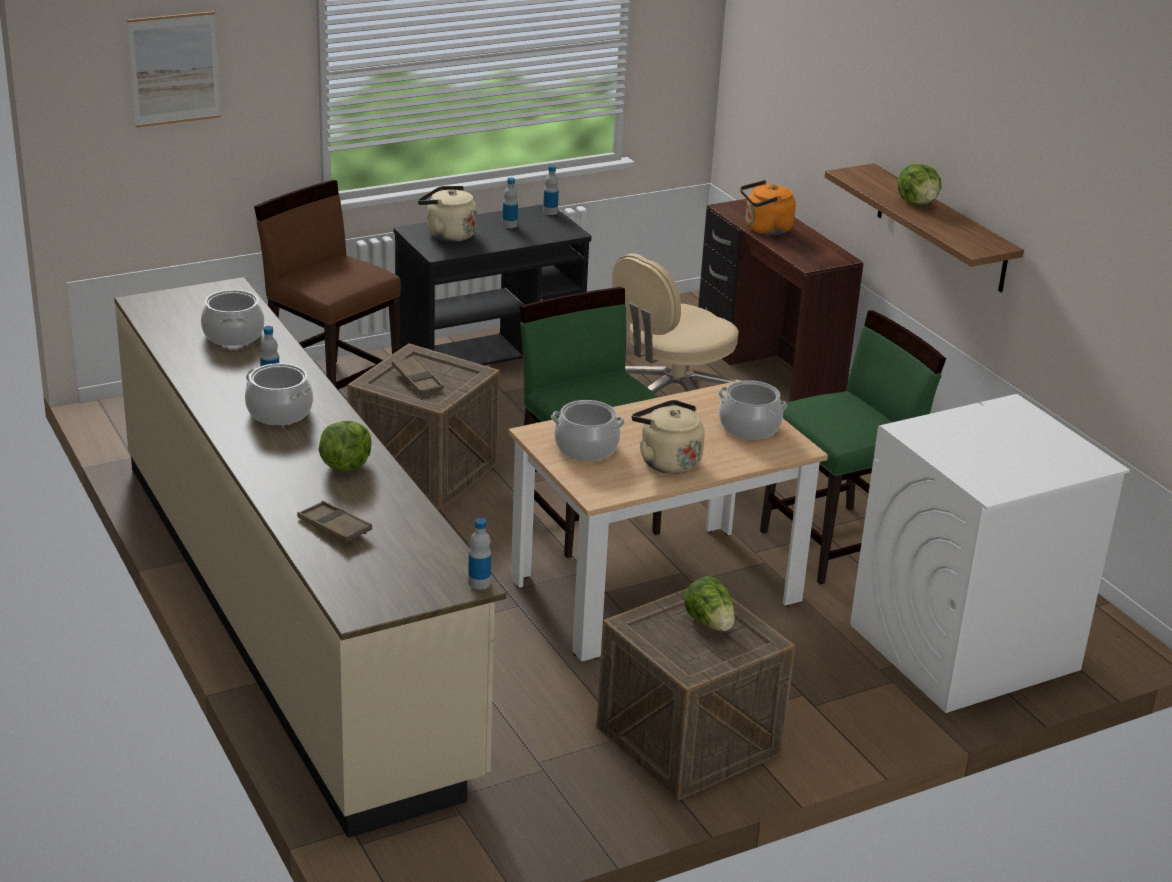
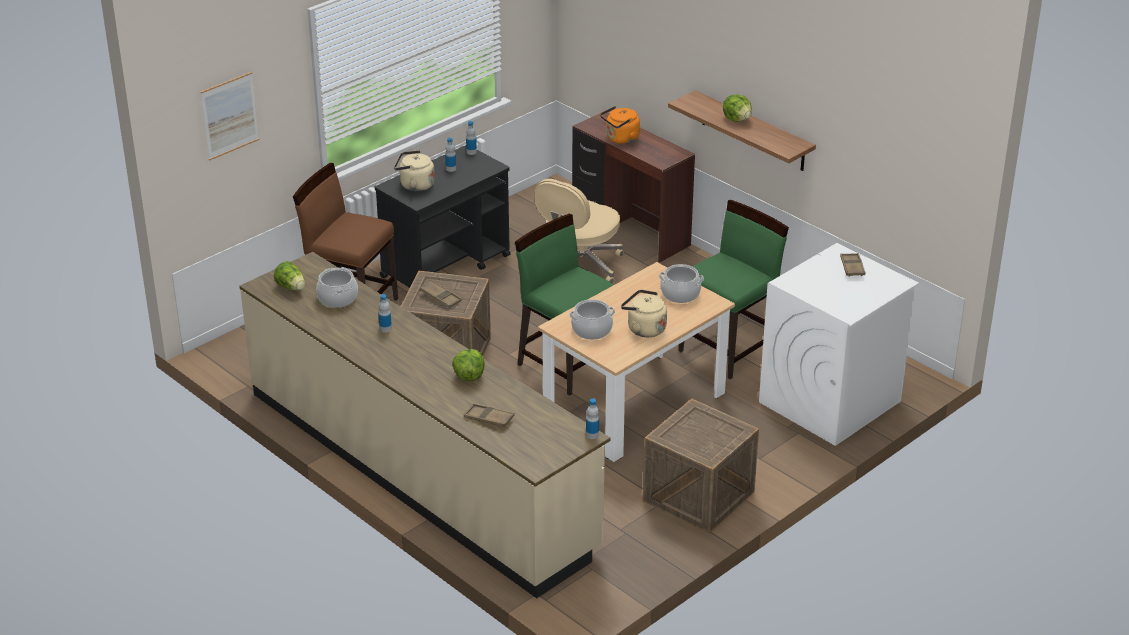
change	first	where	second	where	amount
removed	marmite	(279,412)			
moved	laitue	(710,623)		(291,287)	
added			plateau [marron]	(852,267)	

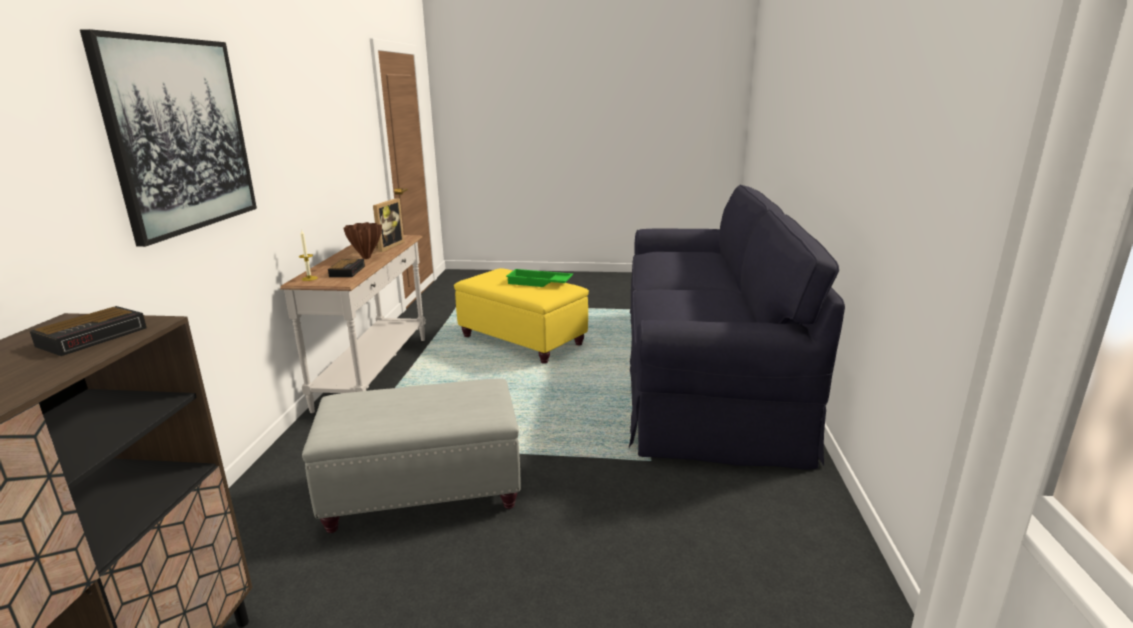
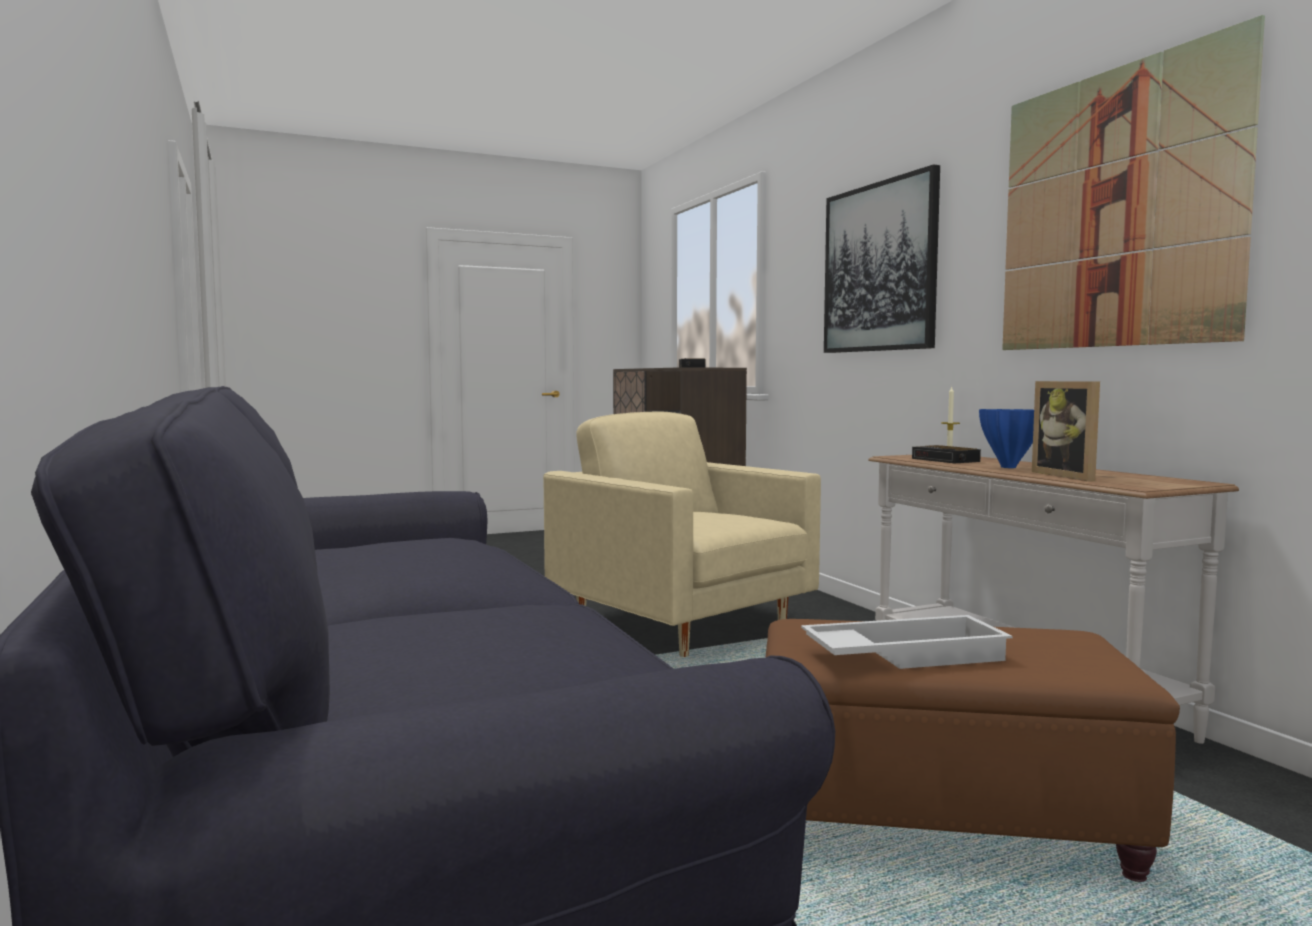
change	first	where	second	where	amount
recoloured	vase [marron]	(366,257)	vase [bleu]	(1009,467)	
recoloured	pouf [jaune]	(521,340)	pouf [marron]	(943,821)	
recoloured	plateau [vert]	(539,283)	plateau [blanc]	(904,654)	
replaced	pouf [gris]	(422,491)	fauteuil [beige]	(683,625)	
added			tableau	(1114,208)	

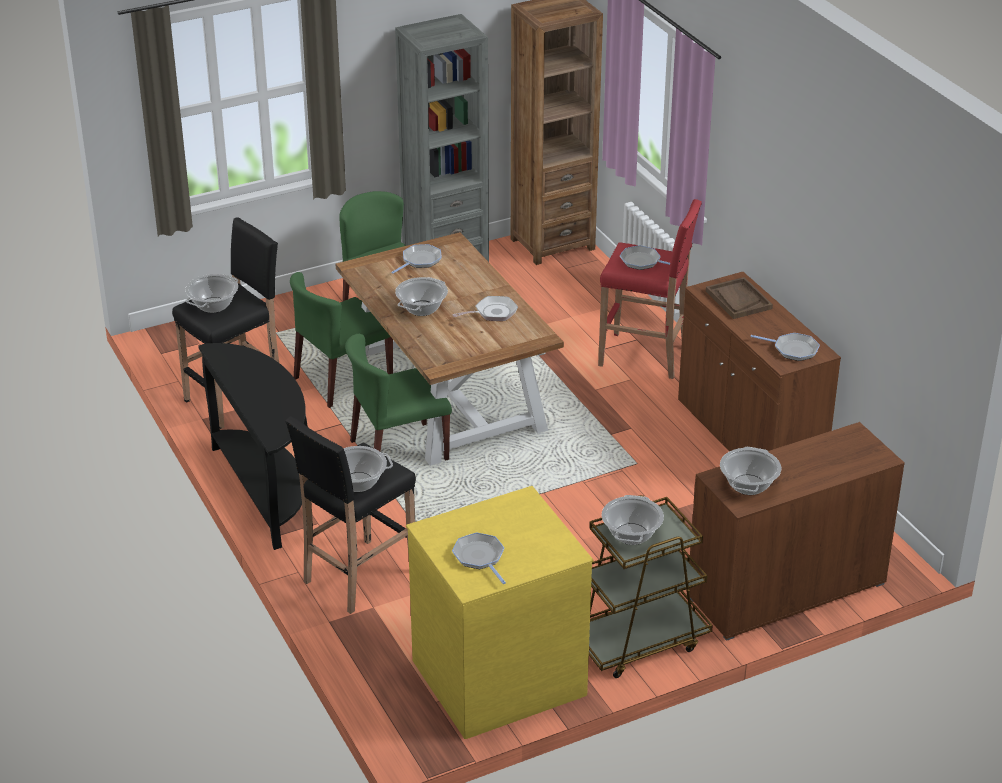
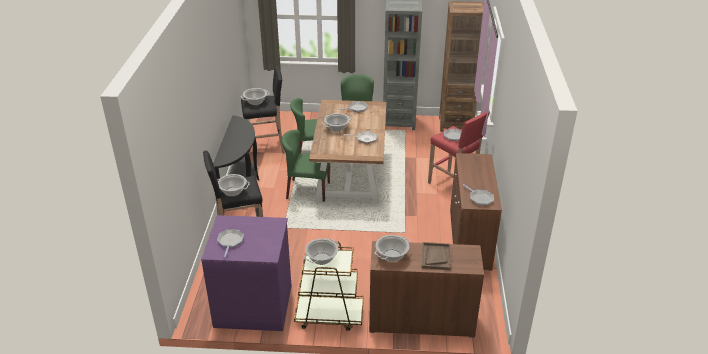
change	first	where	second	where	amount
moved	plateau [marron]	(738,300)		(436,257)	
recoloured	commode [jaune]	(497,676)	commode [violet]	(253,305)	

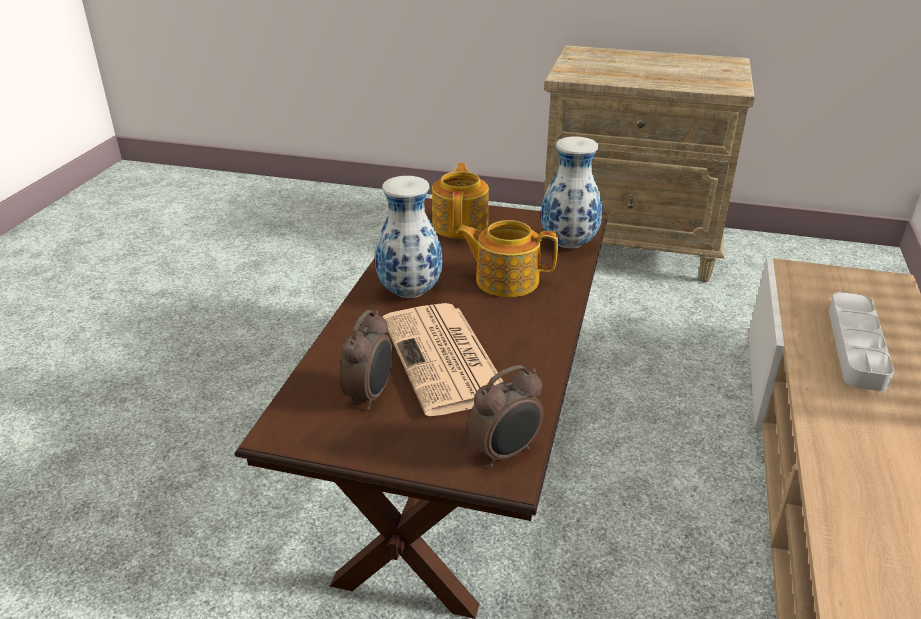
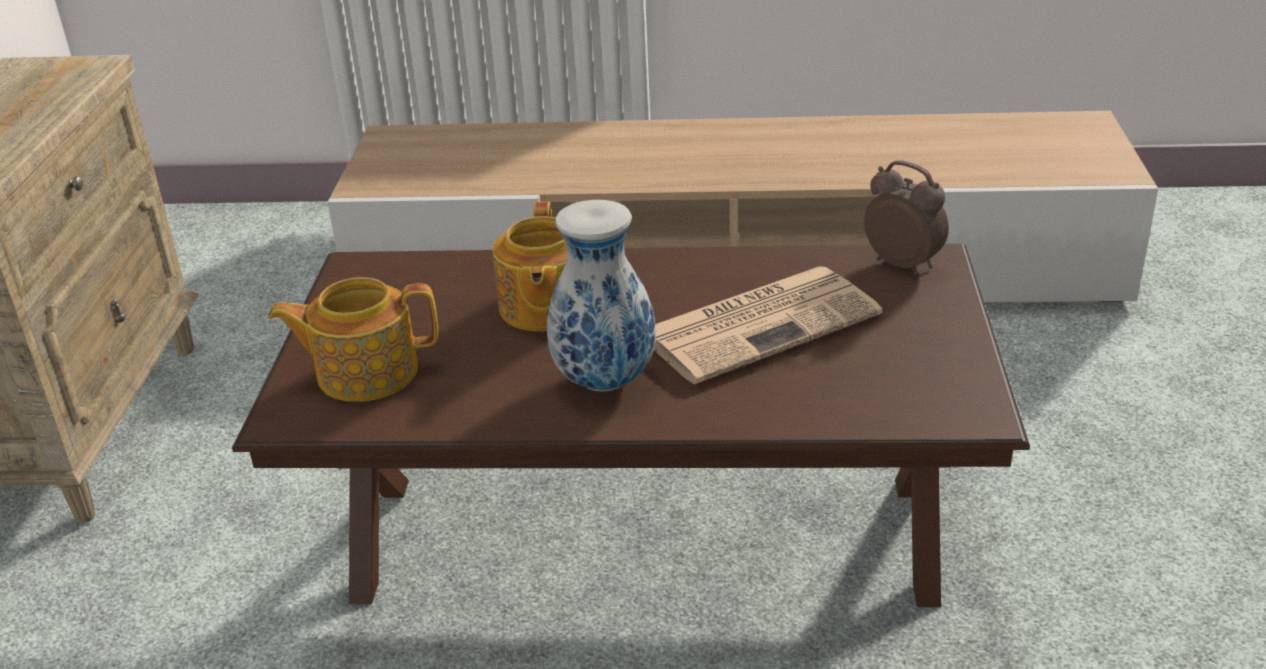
change	first	where	second	where	amount
removed	vase	(570,244)			
removed	plateau [gris]	(856,346)			
removed	réveil	(370,395)			

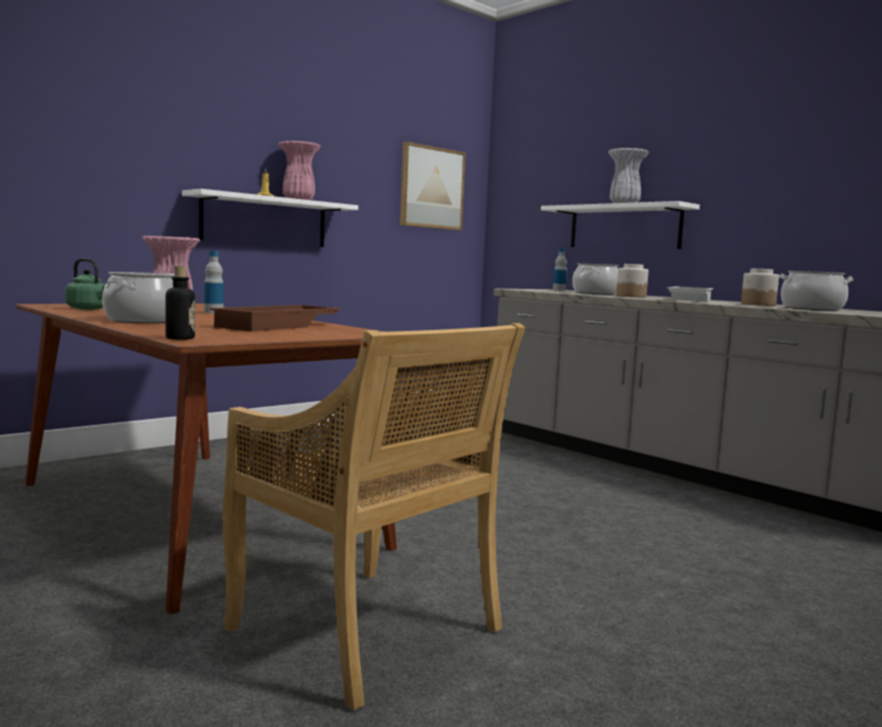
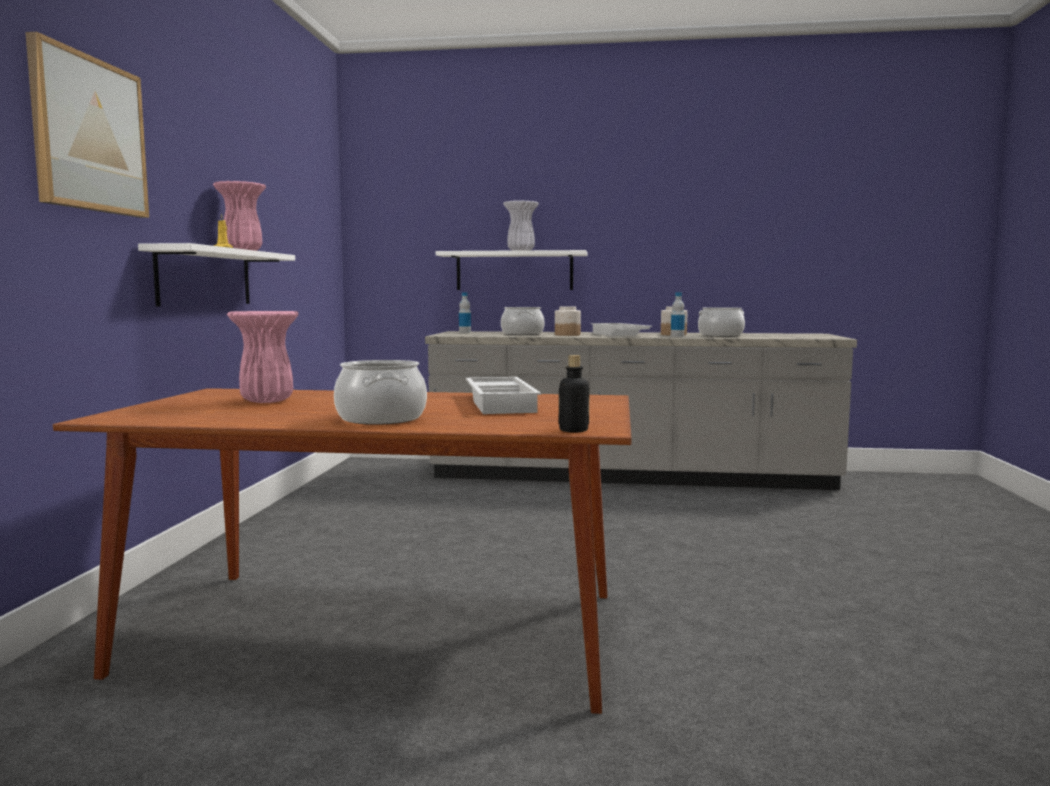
change	first	where	second	where	amount
moved	tableau	(431,188)		(88,135)	
moved	bouteille	(213,312)		(677,336)	
removed	bouilloire [vert]	(90,309)			
recoloured	plateau [marron]	(279,326)	plateau [blanc]	(502,403)	
removed	chaise [beige]	(368,632)			

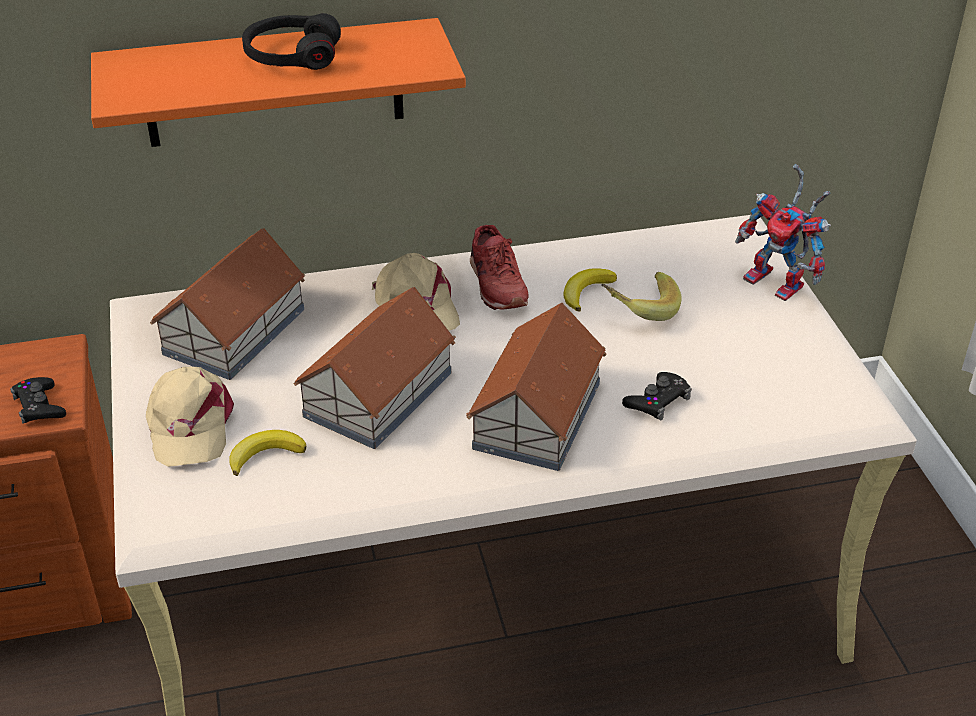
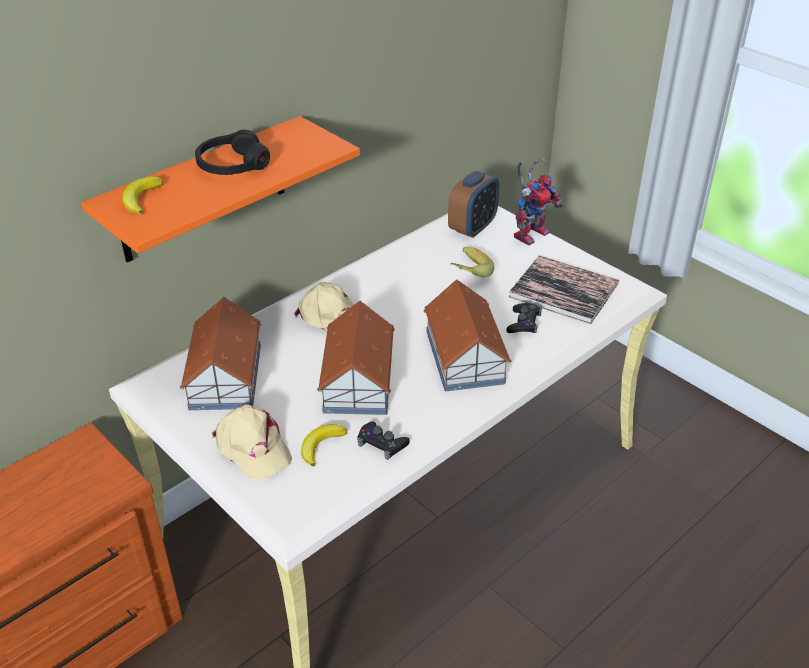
change	first	where	second	where	amount
turned	robot jouet	(780,284)		(531,232)	60 degrees counterclockwise
removed	chaussure [rouge]	(496,284)			
moved	banane	(586,291)		(141,198)	
moved	manette [noir]	(39,406)		(382,444)	
added			réveil	(472,227)	
added			livre	(563,290)	

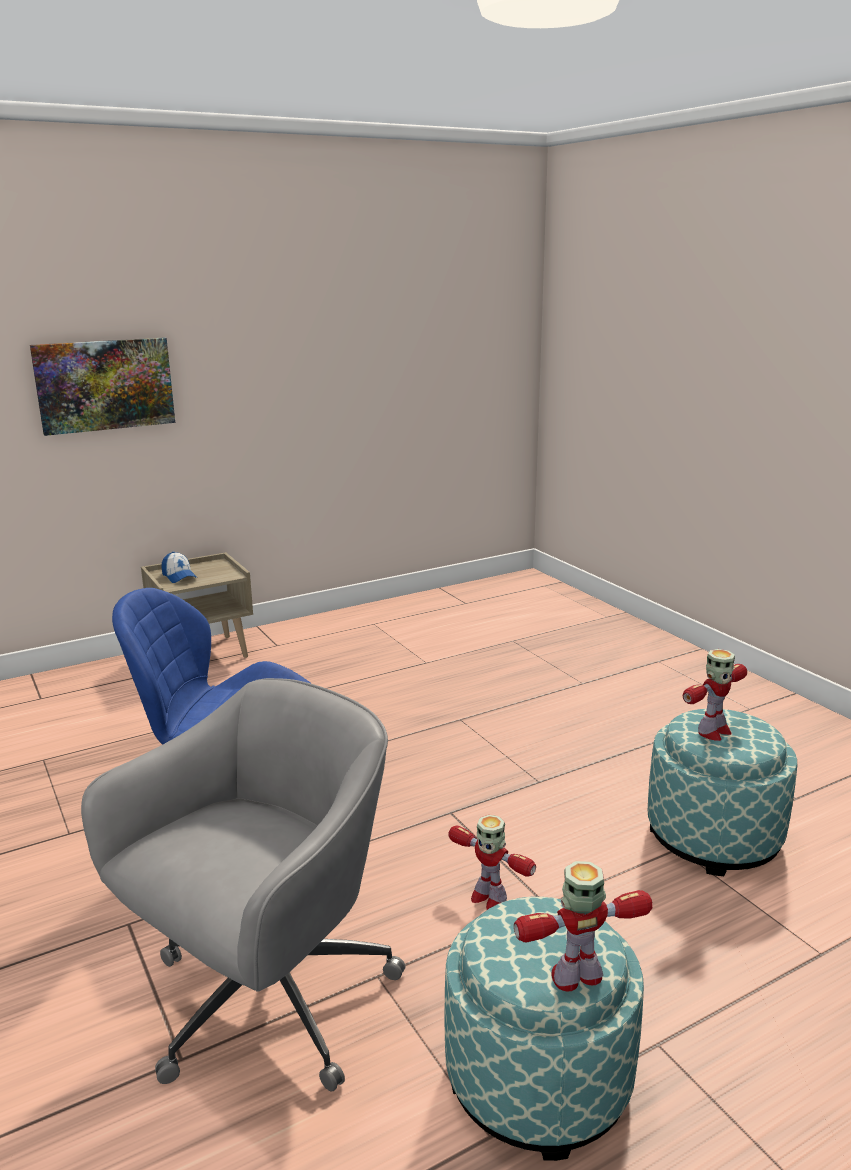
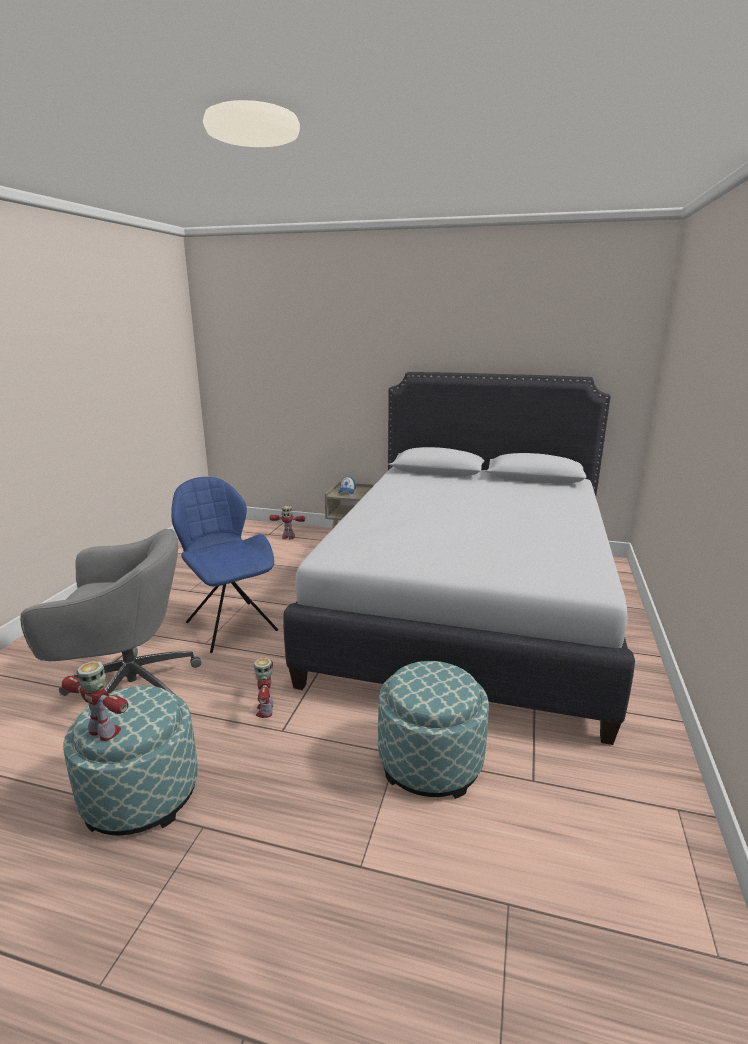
change	first	where	second	where	amount
removed	tableau	(105,385)			
moved	robot jouet	(713,732)		(288,537)	
added			lit [blanc]	(467,607)	

